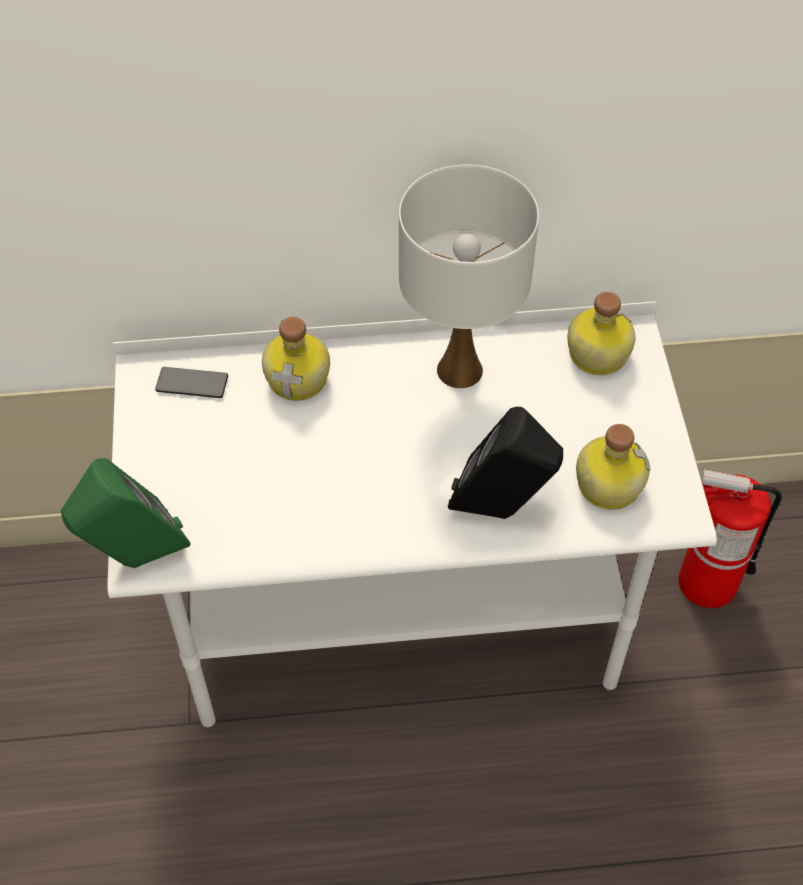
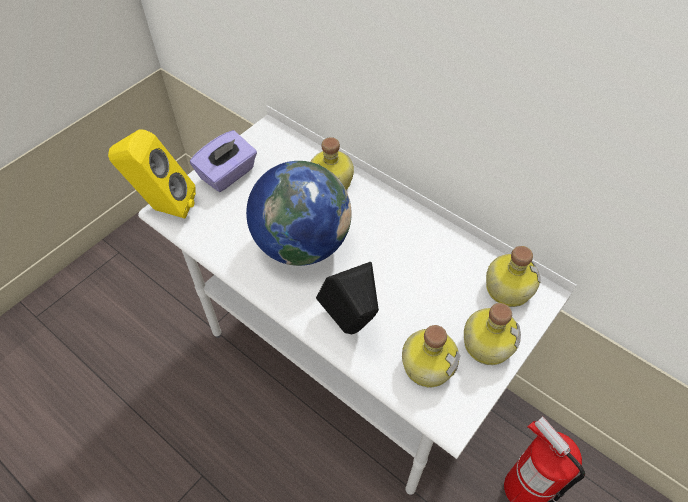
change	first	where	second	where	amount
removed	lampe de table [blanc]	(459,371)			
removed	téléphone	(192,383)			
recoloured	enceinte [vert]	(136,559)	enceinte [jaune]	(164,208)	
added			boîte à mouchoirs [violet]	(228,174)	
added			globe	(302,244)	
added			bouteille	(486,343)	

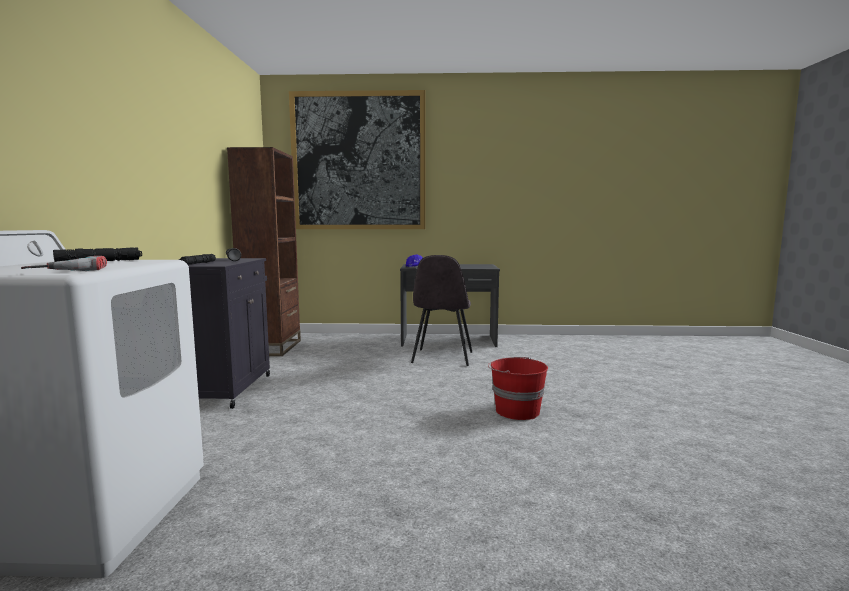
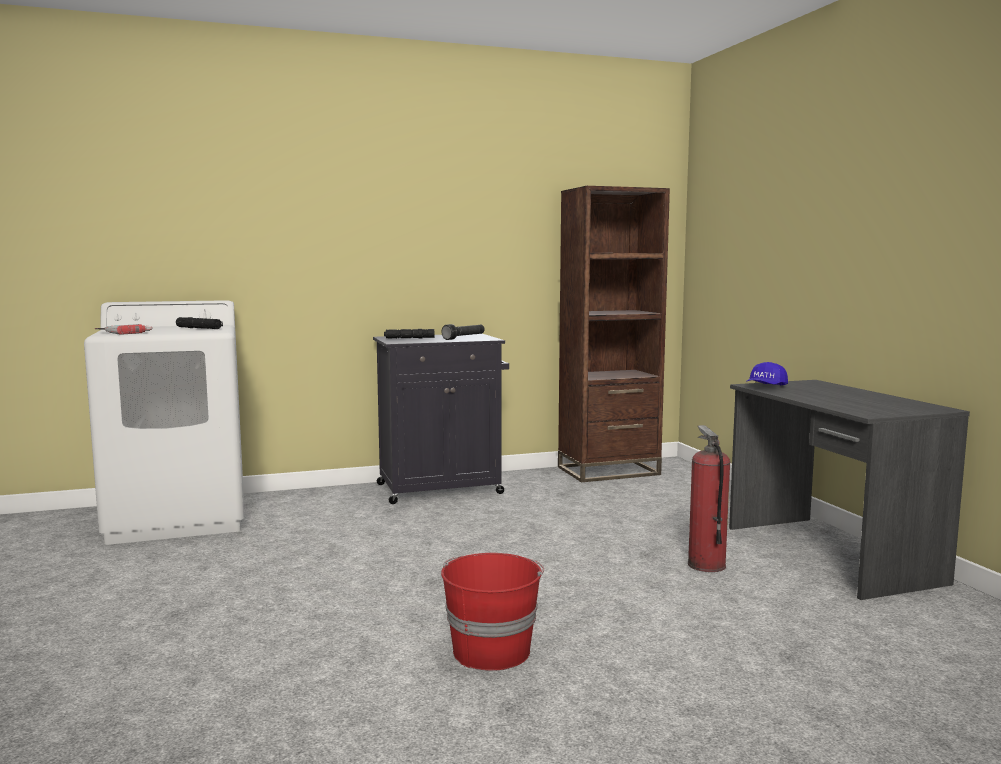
change	first	where	second	where	amount
removed	tableau	(359,162)			
replaced	chaise [gris]	(442,358)	extincteur	(706,565)	

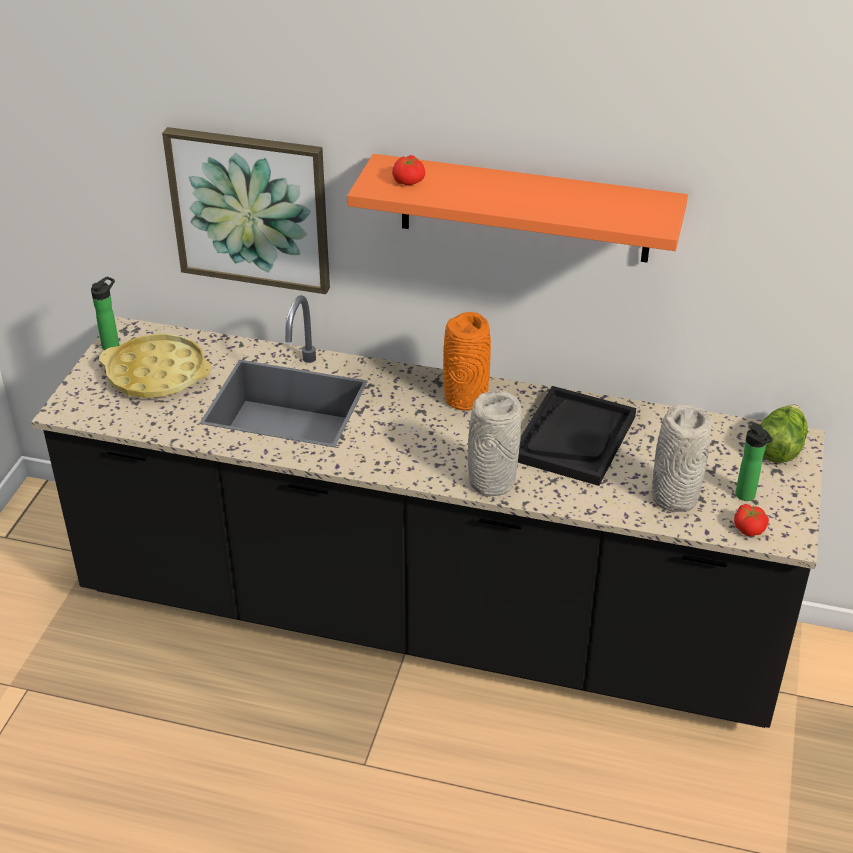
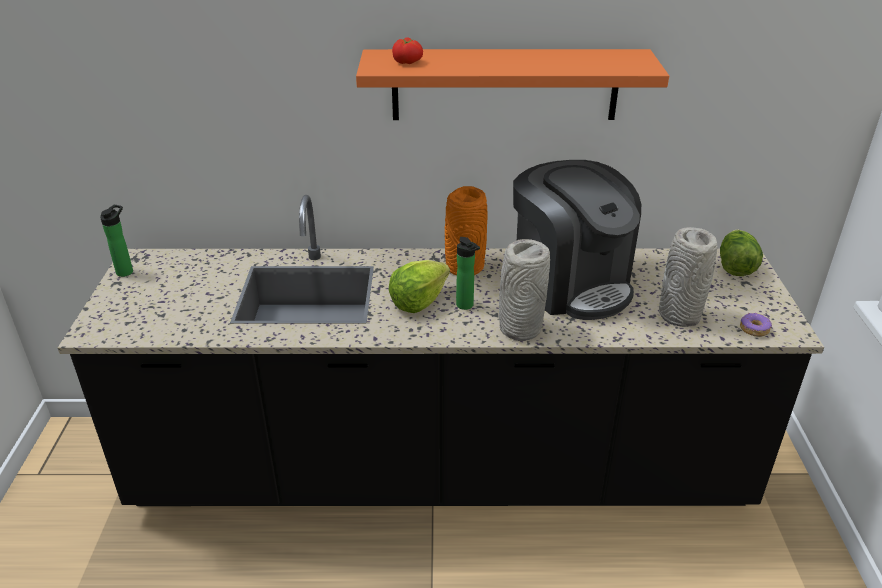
change	first	where	second	where	amount
removed	tableau	(250,209)			
removed	plateau [jaune]	(157,374)			
replaced	plateau [noir]	(574,438)	machine à café	(570,283)	
moved	bouteille	(747,497)		(466,306)	
replaced	tomate	(749,528)	beignet	(754,329)	
added			laitue	(418,301)	

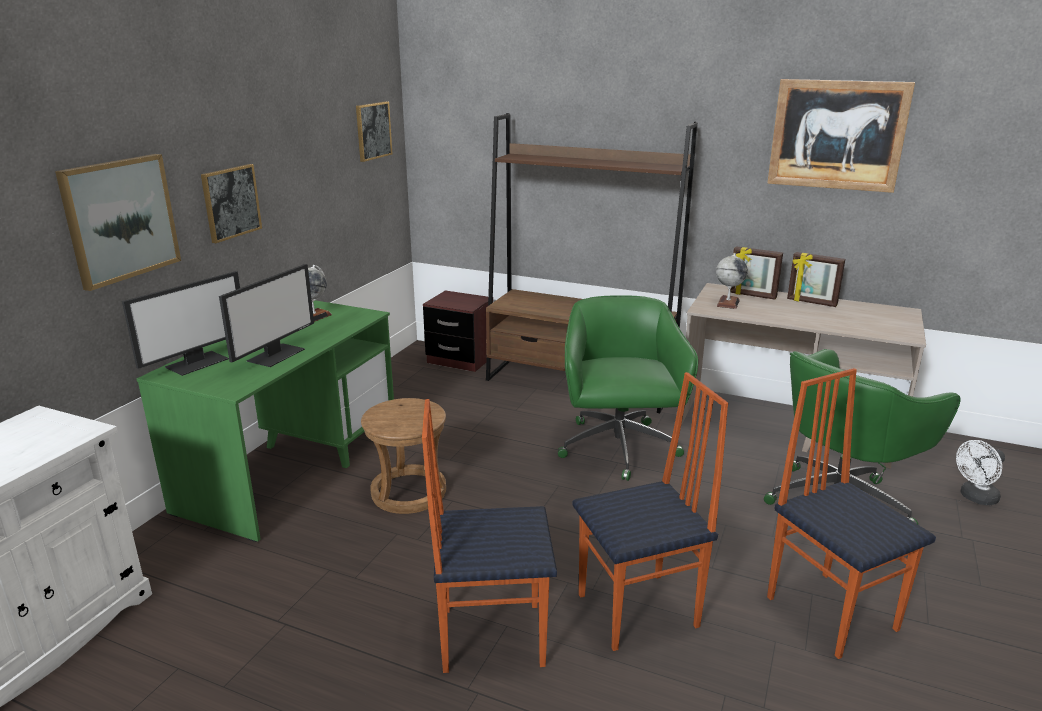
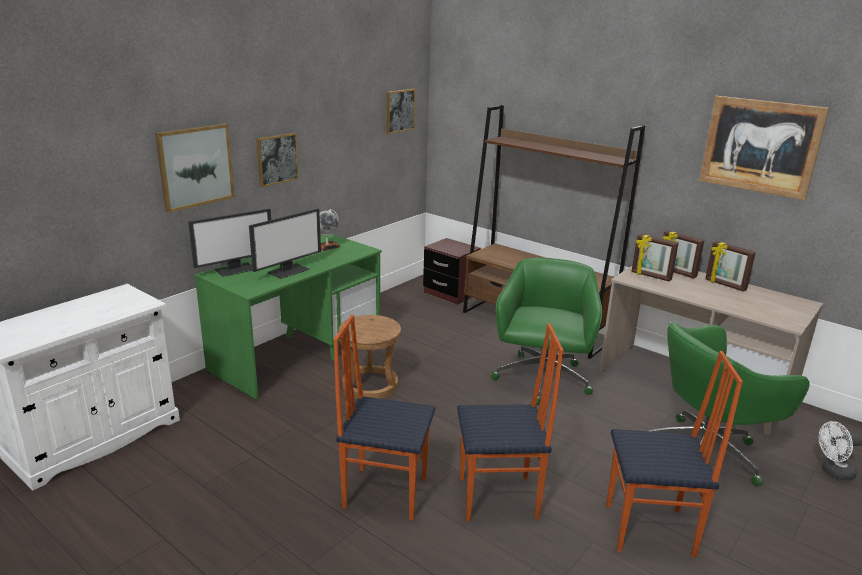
change	first	where	second	where	amount
replaced	globe	(728,303)	cadre photo	(651,276)	
turned	chaise	(831,612)		(650,531)	105 degrees clockwise

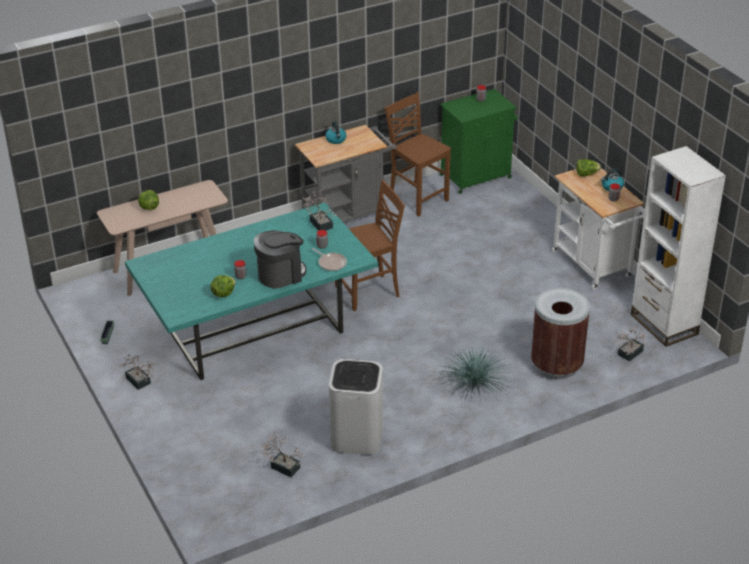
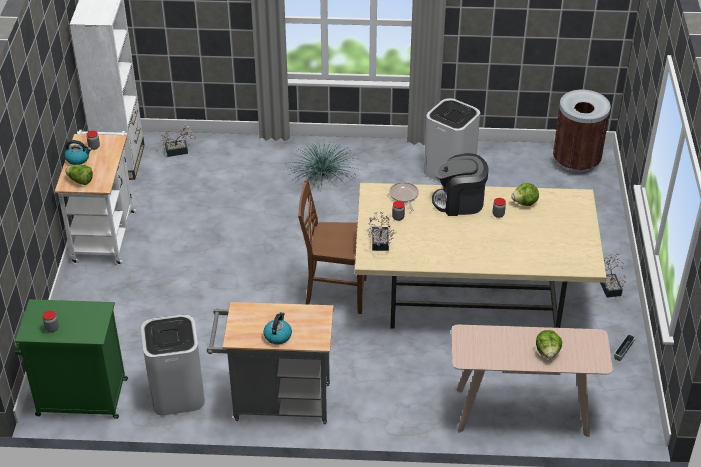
change	first	where	second	where	amount
replaced	chaise [marron]	(417,198)	poubelle [blanc]	(177,394)	
recoloured	table à manger [turquoise]	(257,330)	table à manger [beige]	(471,296)	
moved	poubelle [marron]	(556,366)		(576,162)	
removed	plante en pot	(283,466)			

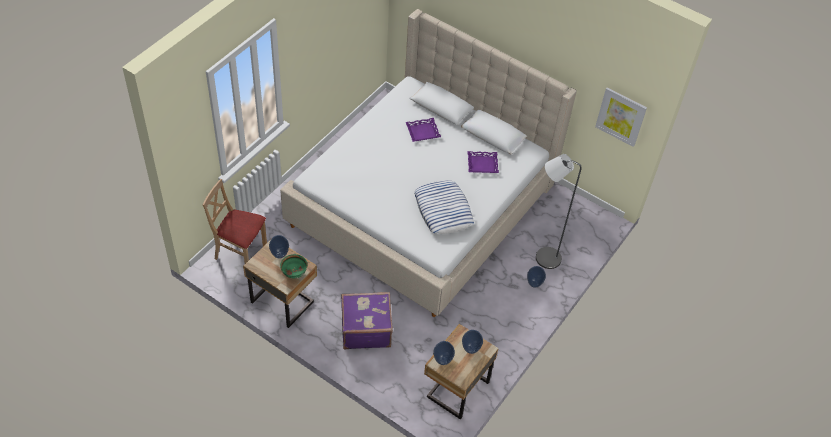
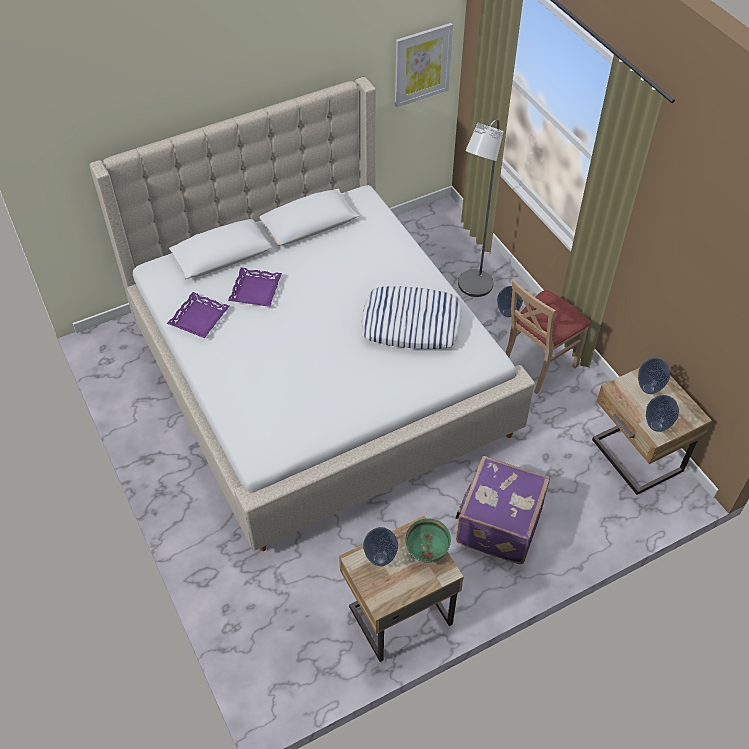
change	first	where	second	where	amount
moved	plateau [violet]	(482,164)		(199,319)	
moved	chaise [beige]	(240,253)		(538,364)	

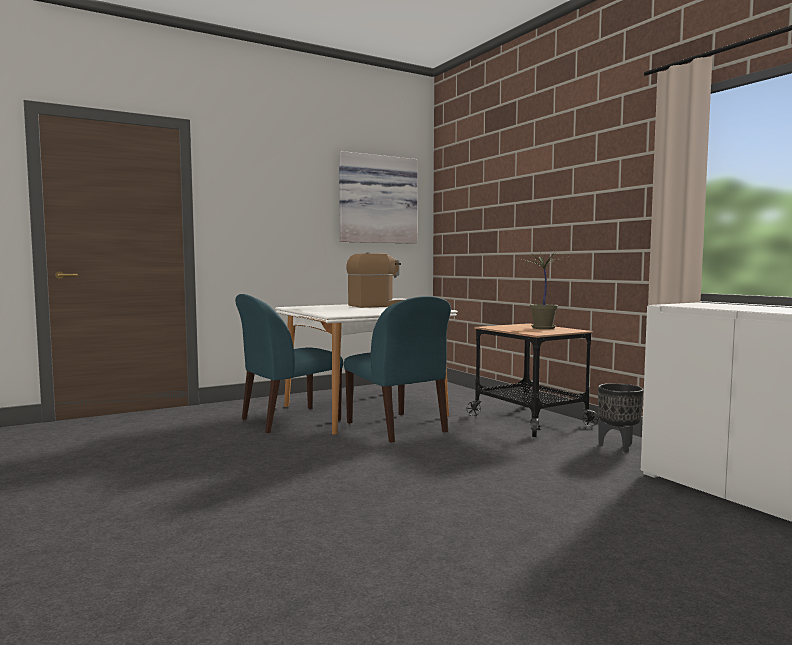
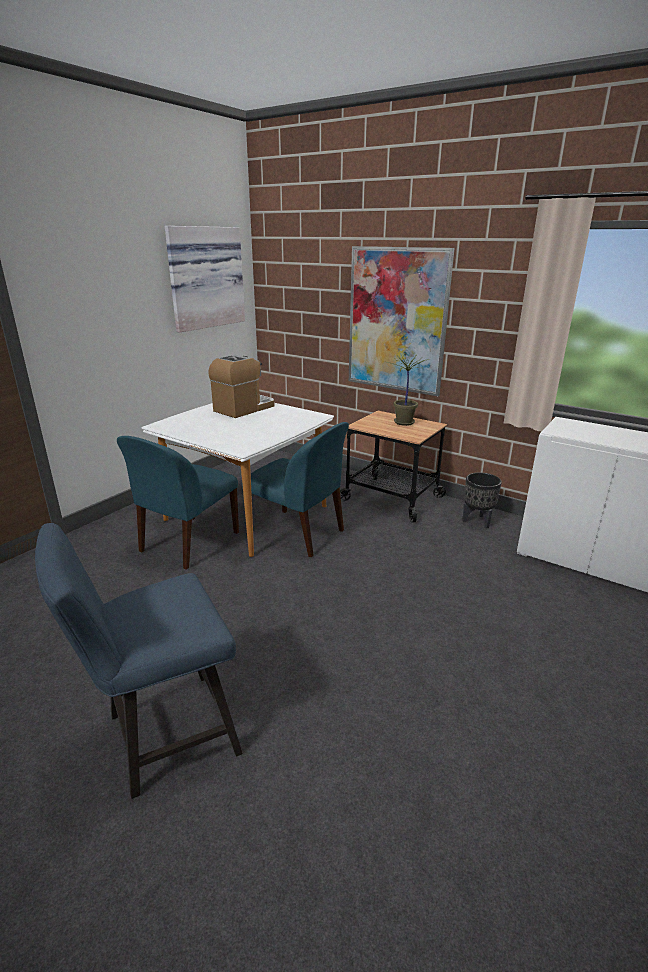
change	first	where	second	where	amount
added			tableau	(396,321)	
added			chaise [bleu]	(163,736)	

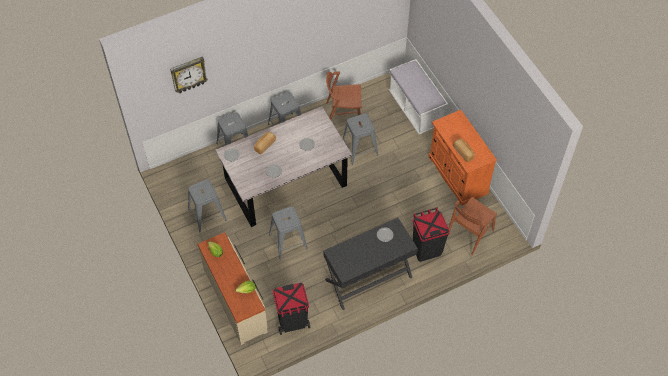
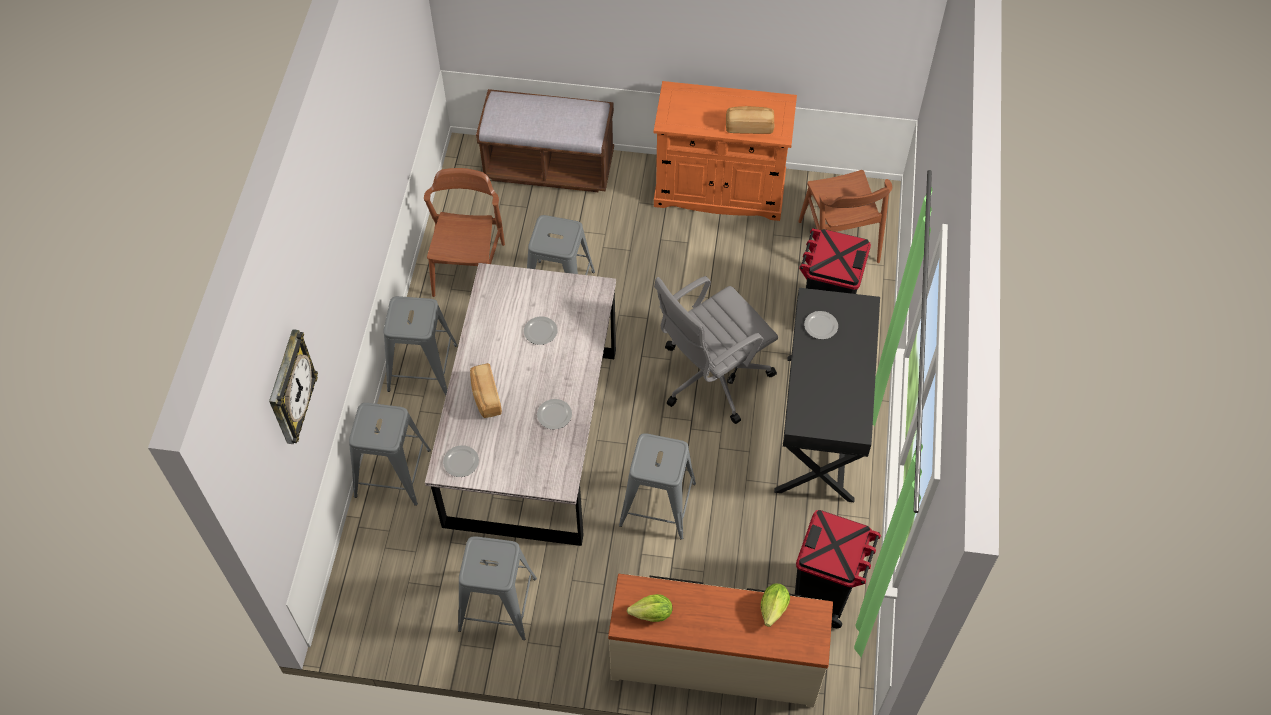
change	first	where	second	where	amount
recoloured	banc [blanc]	(416,109)	banc [marron]	(549,167)	
turned	chaise [marron]	(343,114)		(469,269)	150 degrees clockwise
added			chaise de bureau [gris]	(711,377)	

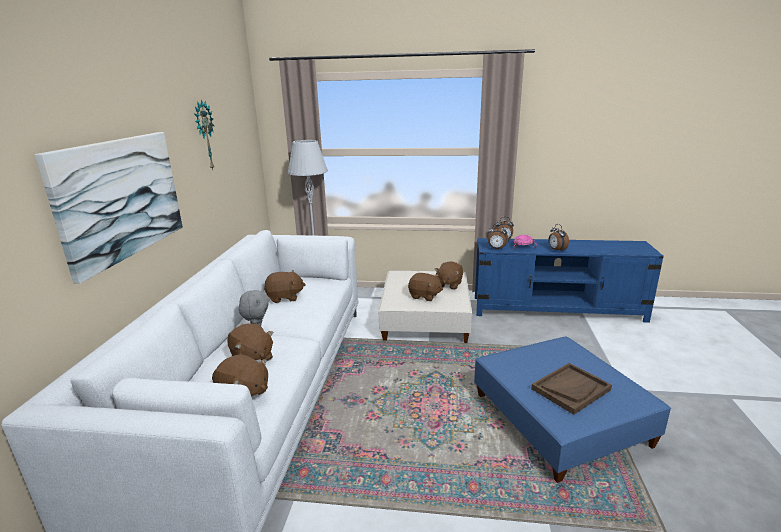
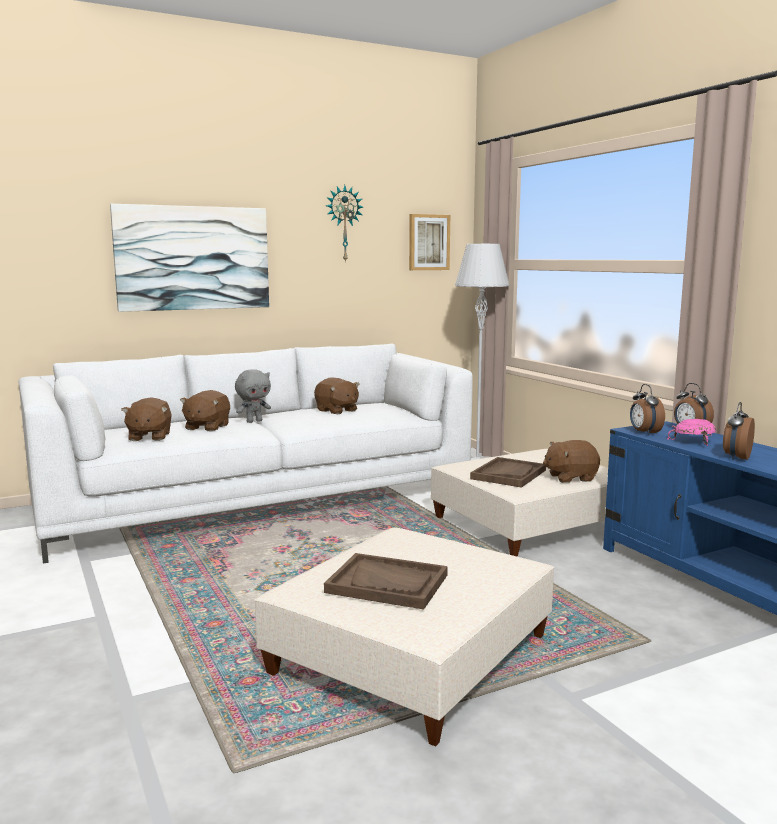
change	first	where	second	where	amount
replaced	peluche [marron]	(424,296)	plateau [marron]	(508,474)	
recoloured	pouf [bleu]	(559,419)	pouf [beige]	(412,655)	
added			tableau	(428,242)	

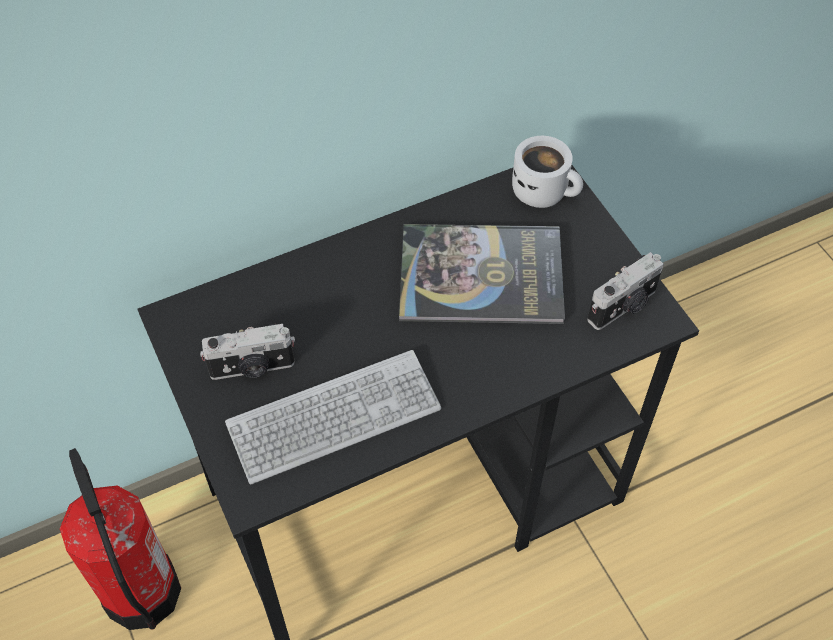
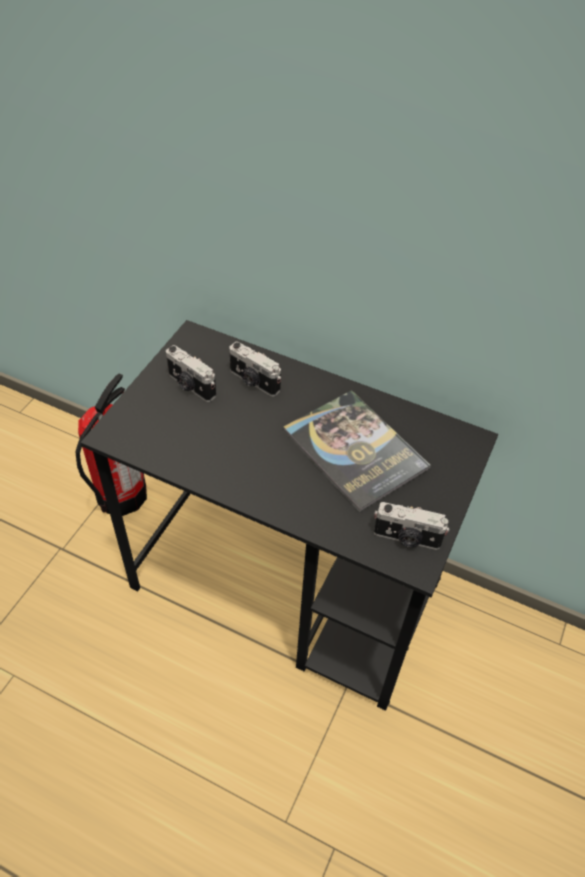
change	first	where	second	where	amount
removed	mug [blanc]	(544,191)			
removed	clavier	(334,418)			
added			appareil photo	(253,382)	

